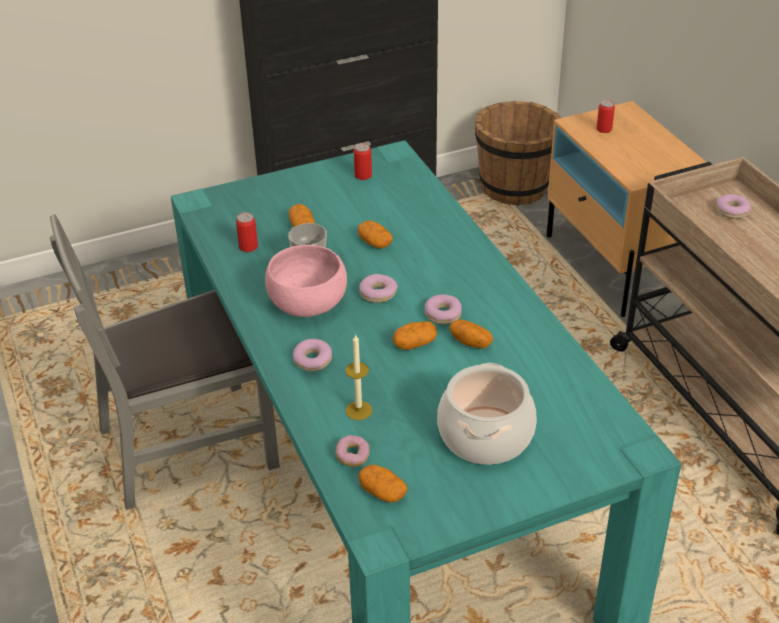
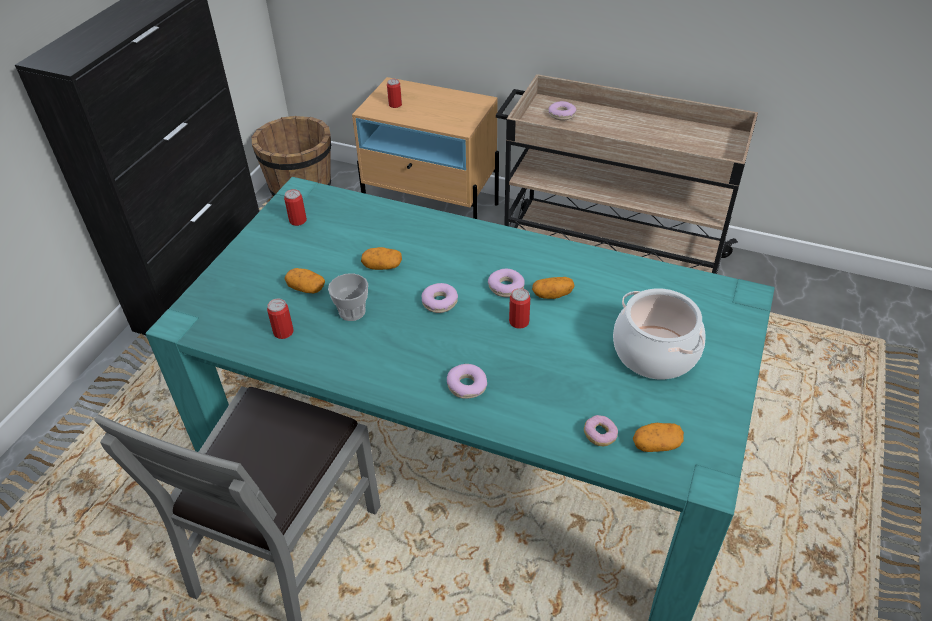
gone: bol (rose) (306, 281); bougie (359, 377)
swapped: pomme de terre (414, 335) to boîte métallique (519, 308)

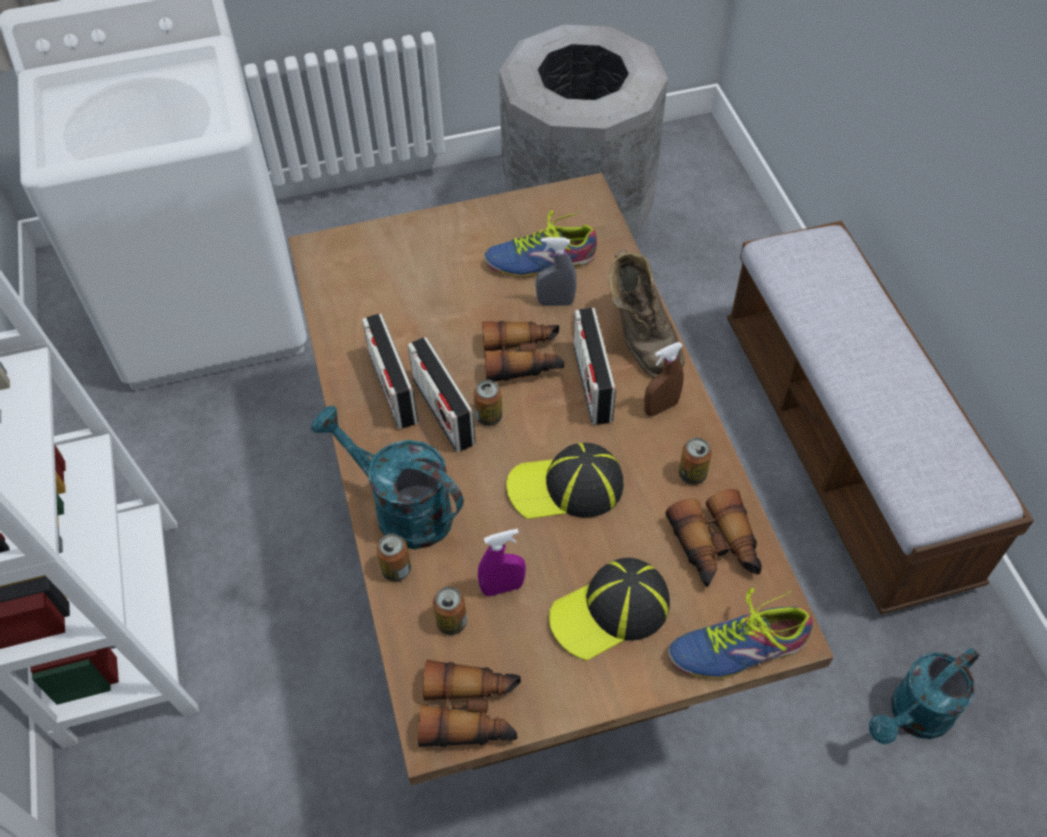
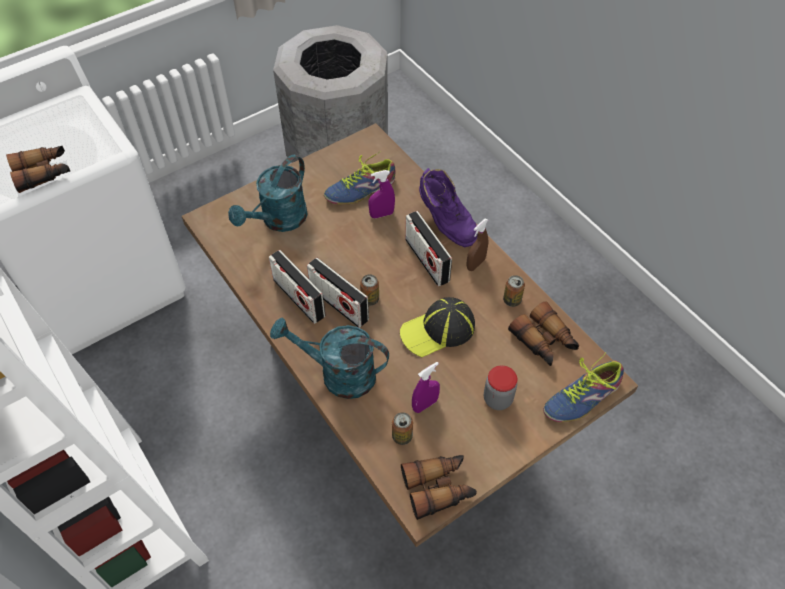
gone: boîte métallique (393, 558); banc (880, 418)
shifted: jumelles (523, 351) to (38, 169); arrosoir (turquoise) (924, 695) to (268, 193)
swapped: casquette (609, 609) to bocal (500, 387)
repainted: vaporisateur (gris) (556, 271) to vaporisateur (violet) (381, 194); botte (marron) (647, 313) to botte (violet) (448, 207)

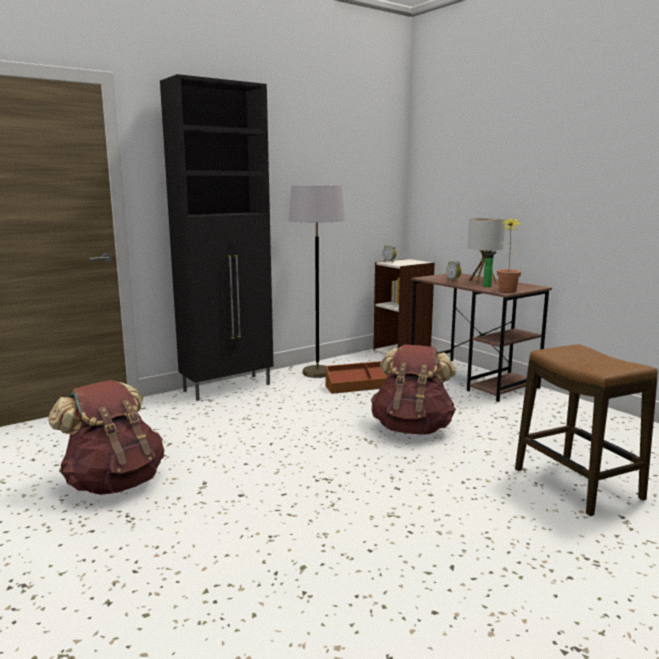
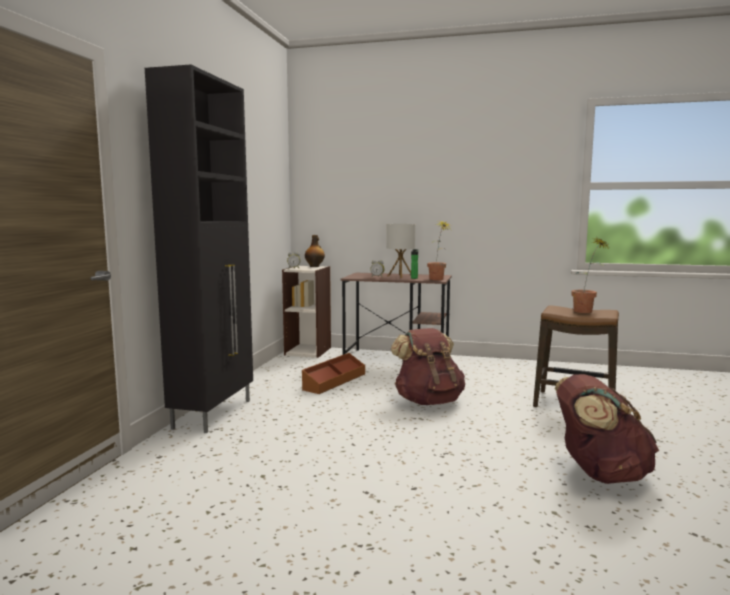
gone: lampadaire (gris) (317, 281)
new: bouteille (315, 251); plante en pot (589, 275)
shifted: sac à dos (marron) (106, 437) to (607, 429)

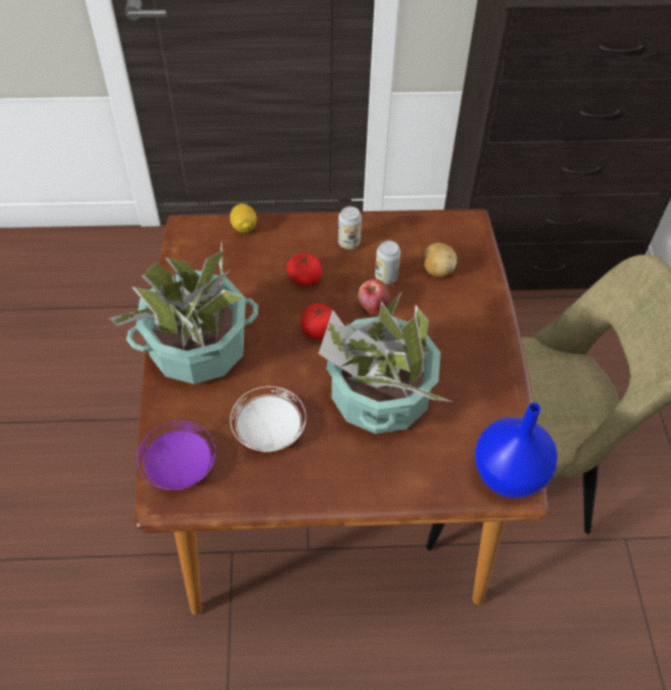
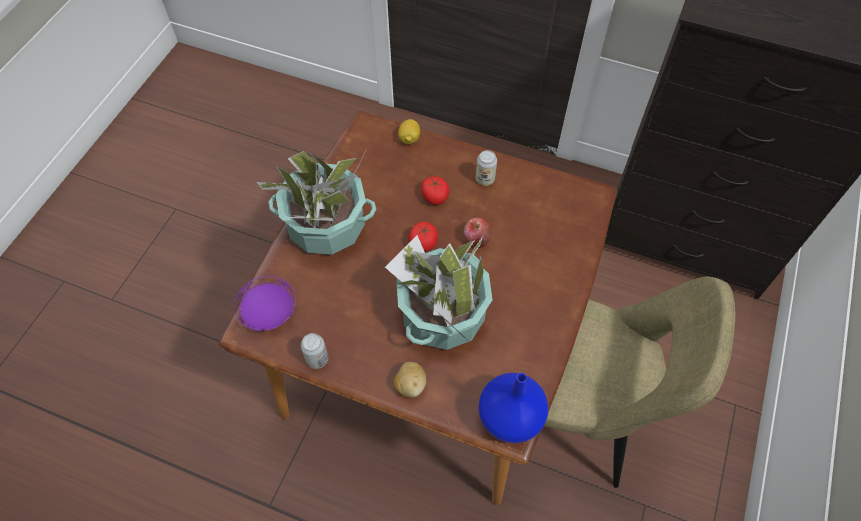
gone: assiette (blanc) (268, 419)
shifted: boîte métallique (388, 262) to (314, 351); pomme de terre (440, 260) to (410, 380)

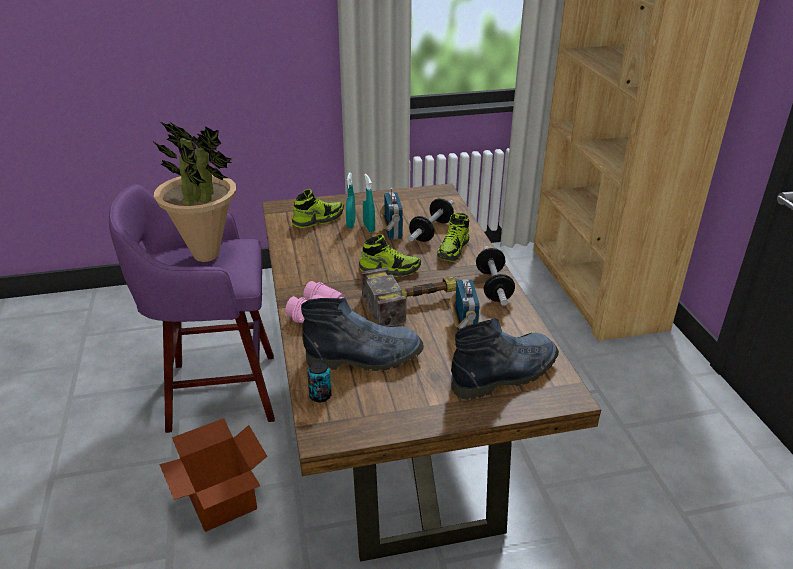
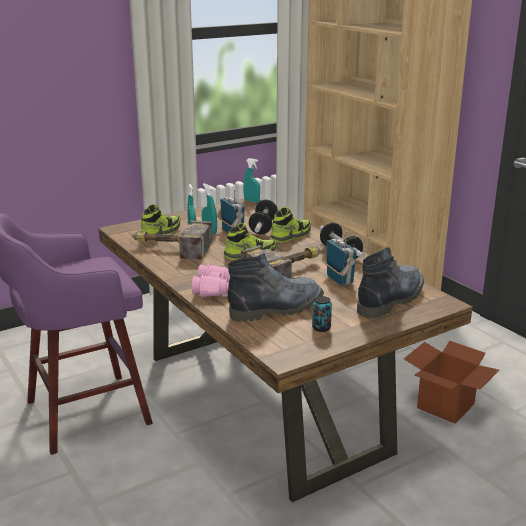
gone: plante en pot (194, 191)
new: marteau (172, 240); vaporisateur (turquoise) (251, 180)
shifted: boîte métallique (319, 381) to (322, 314); carton (213, 475) to (451, 382)
rotated: chaussure (453, 237) = (290, 225) 135 degrees counterclockwise

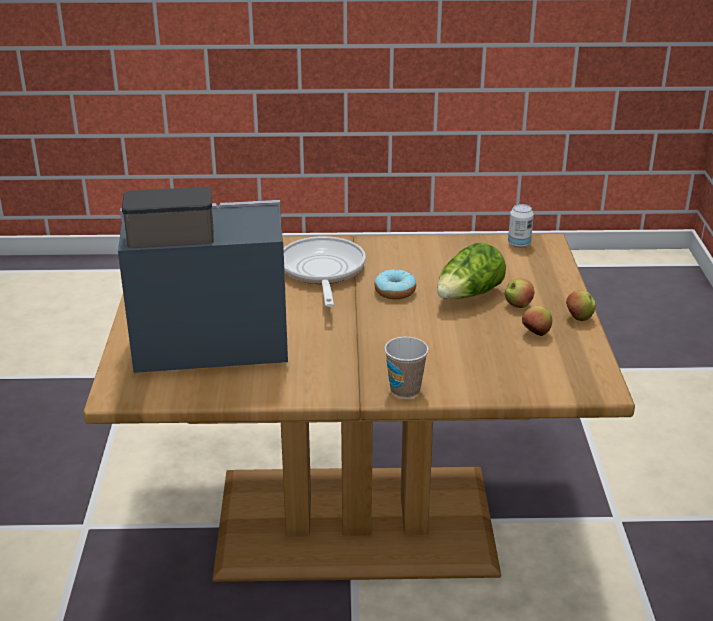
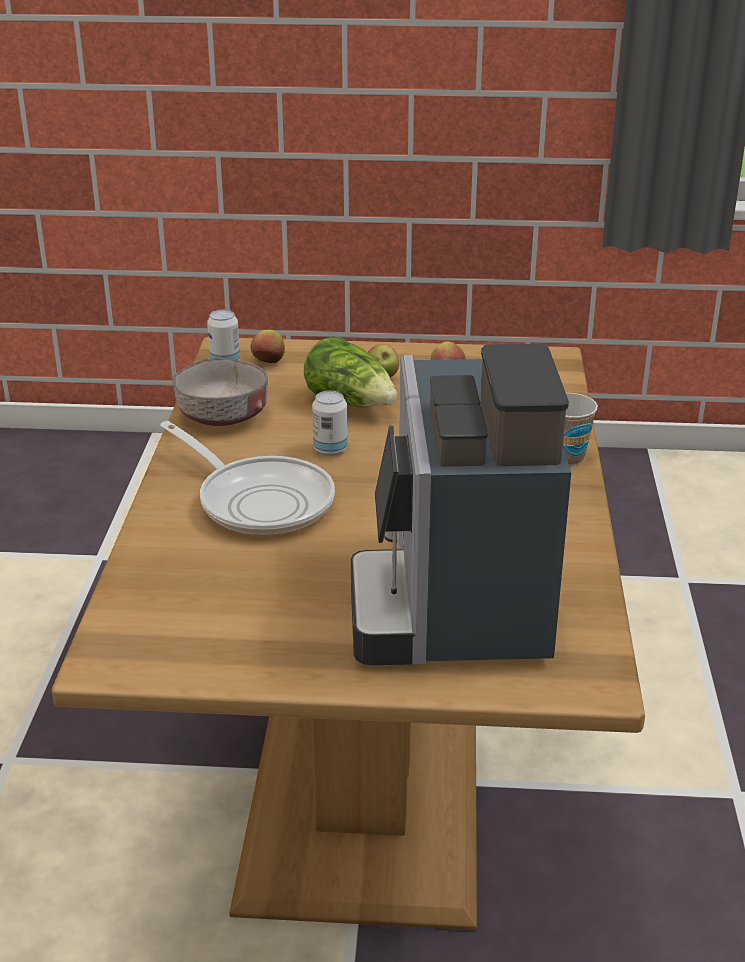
new: bol (gris) (220, 391)
shifted: pomme (581, 306) to (267, 346)
swapped: beignet (395, 284) to boîte métallique (330, 423)
rotated: poêle (325, 271) = (247, 478) 135 degrees counterclockwise

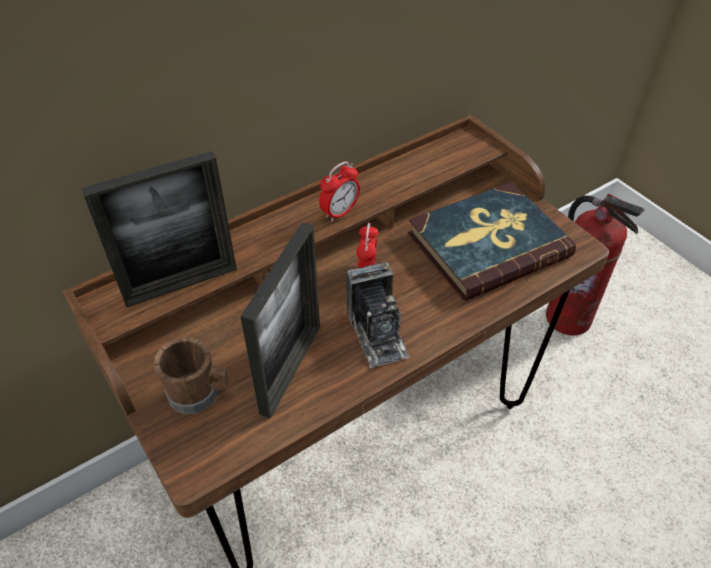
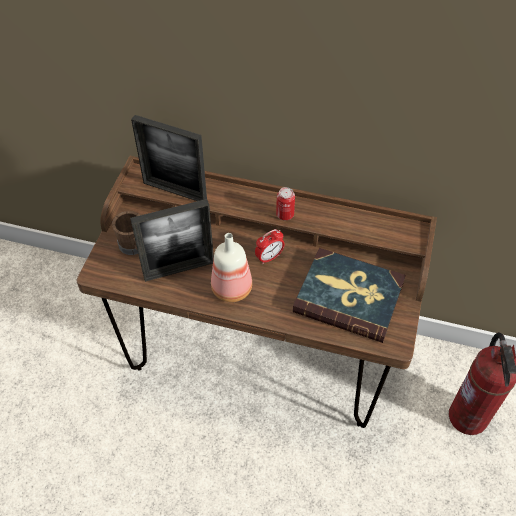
swapped: appareil photo (378, 315) to bouteille (231, 267); réveil (339, 191) to boîte métallique (285, 203)

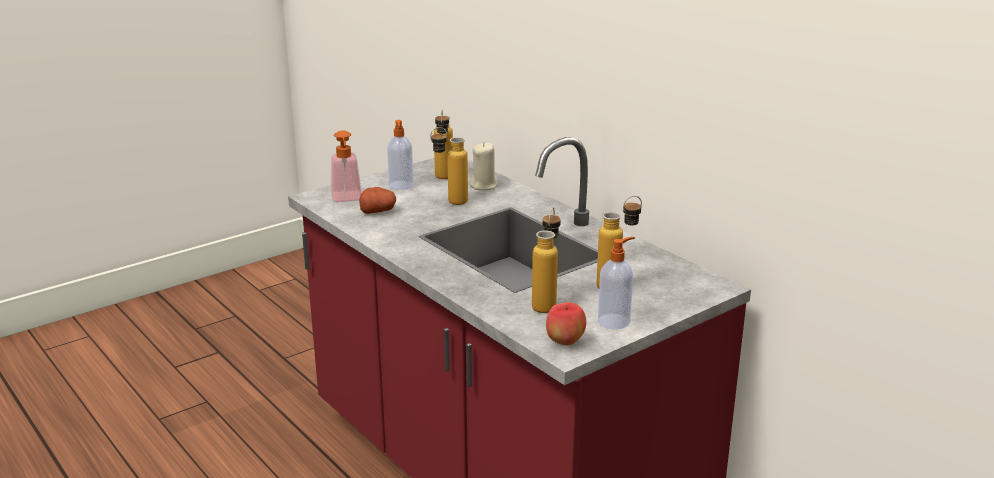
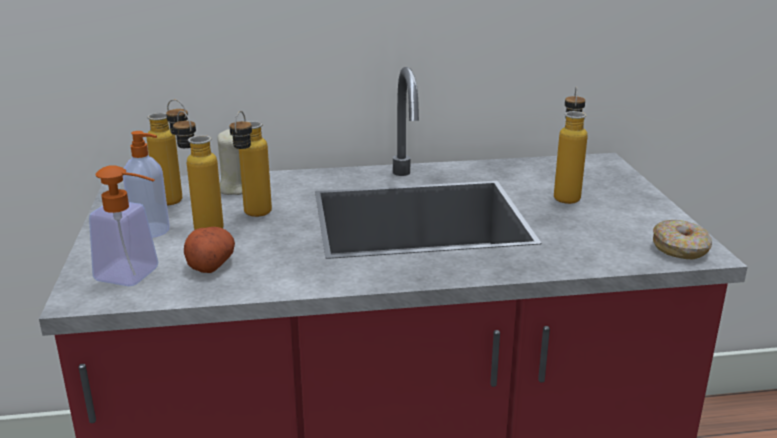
gone: distributeur de savon (616, 283)
shifted: bouteille (546, 260) to (198, 170)
swapped: pomme (566, 324) to beignet (682, 239)

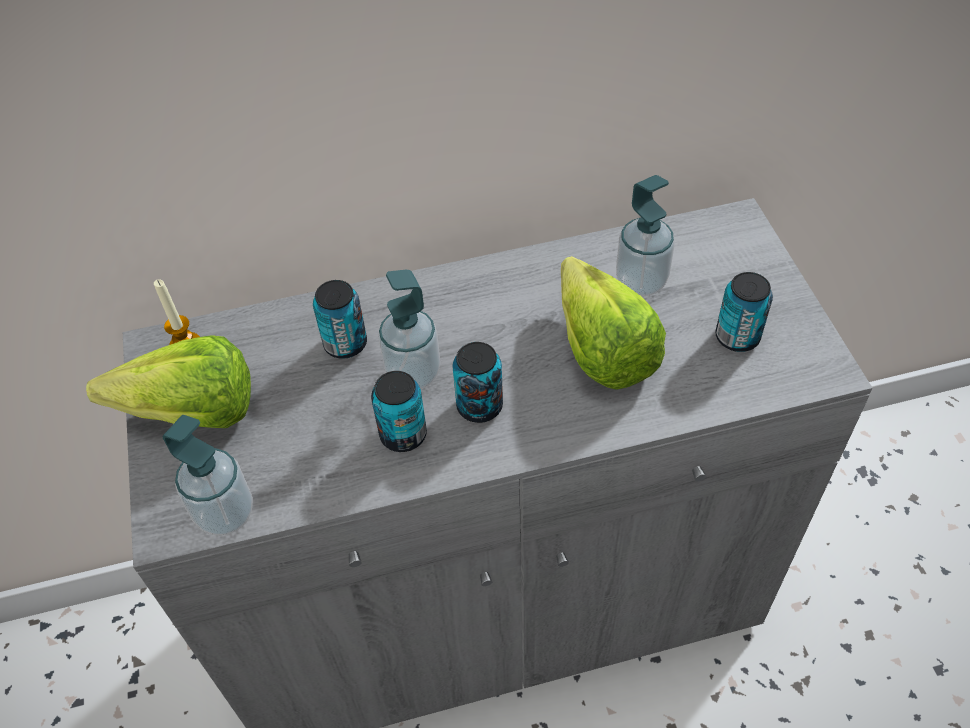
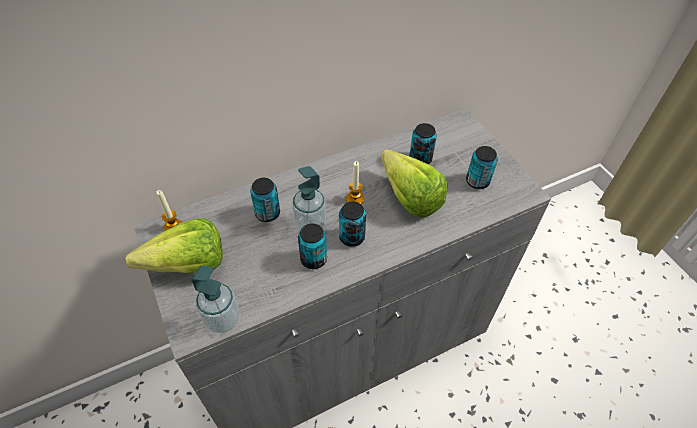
new: bougie (355, 182)
swapped: distributeur de savon (645, 235) to boîte métallique (423, 143)

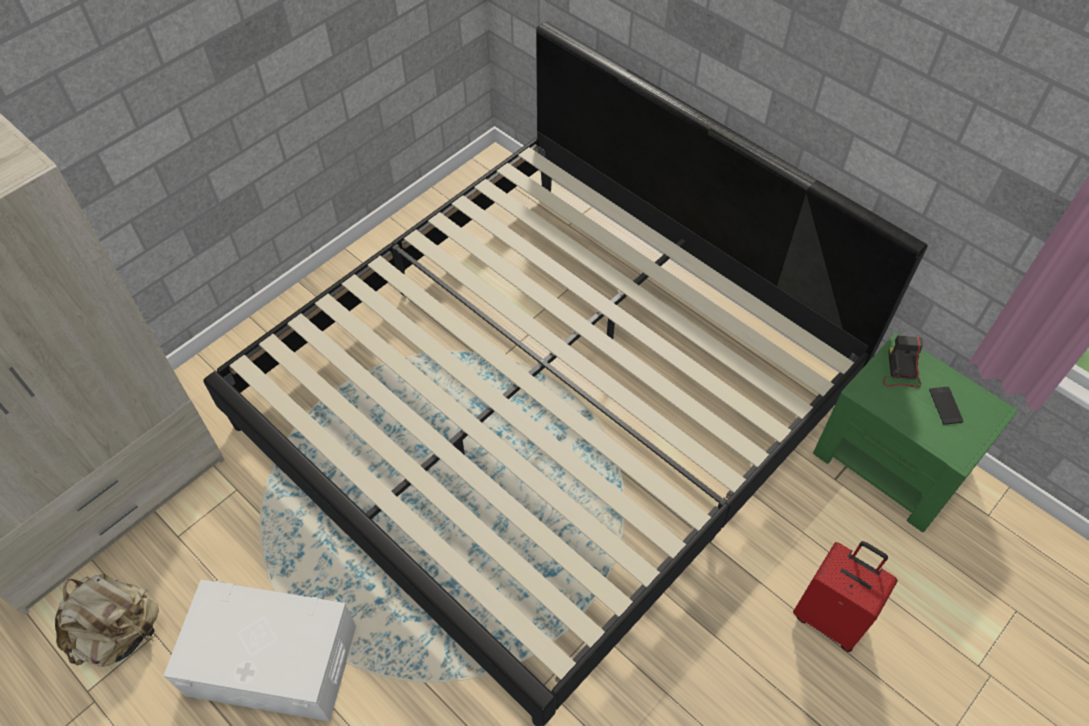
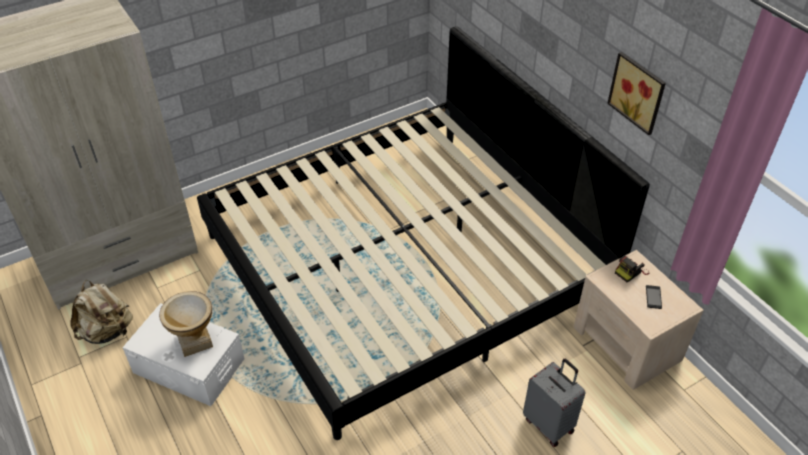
new: vase (186, 324); tableau (636, 93)
repainted: valise (rouge) (845, 596) to valise (gris) (554, 403); table de chevet (vert) (915, 432) to table de chevet (beige) (639, 320)
rotated: appareil photo (903, 361) = (632, 269) 150 degrees counterclockwise

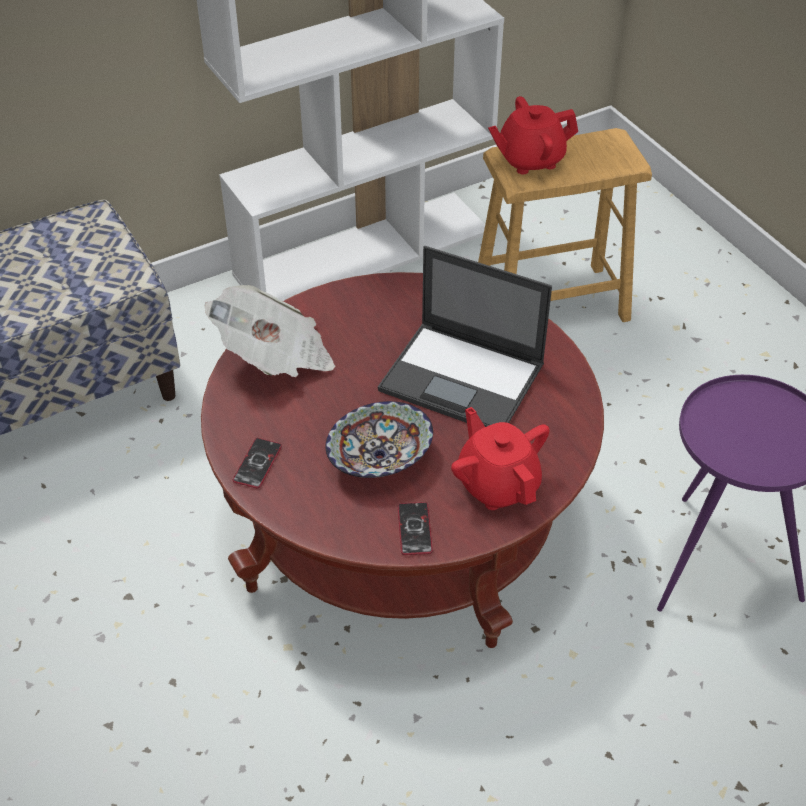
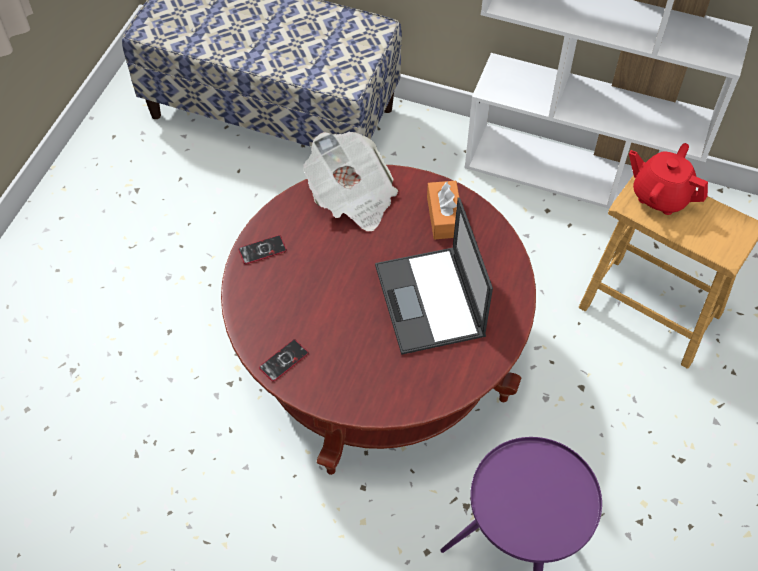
gone: bol (379, 439); théière (rouge) (500, 458)
new: boîte à mouchoirs (orange) (443, 210)

